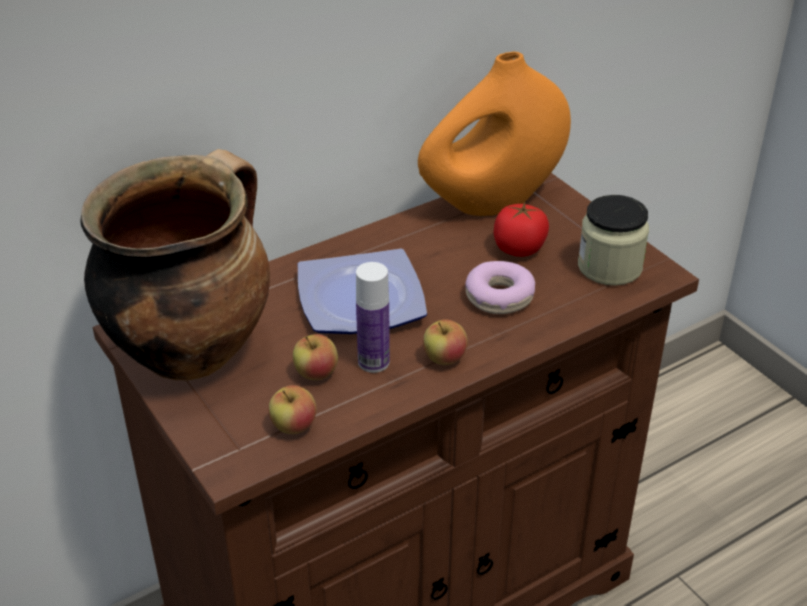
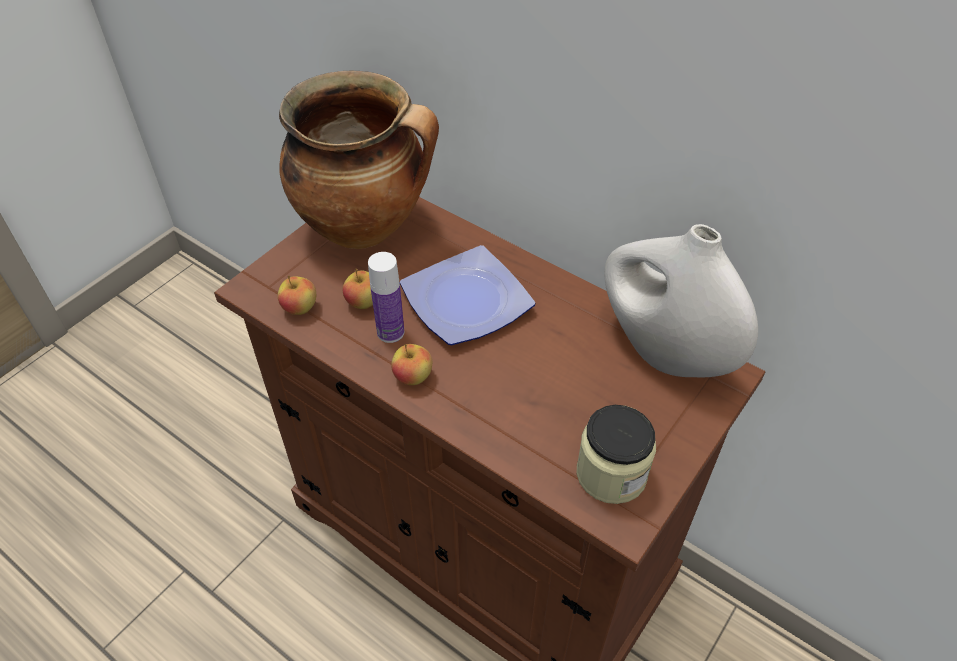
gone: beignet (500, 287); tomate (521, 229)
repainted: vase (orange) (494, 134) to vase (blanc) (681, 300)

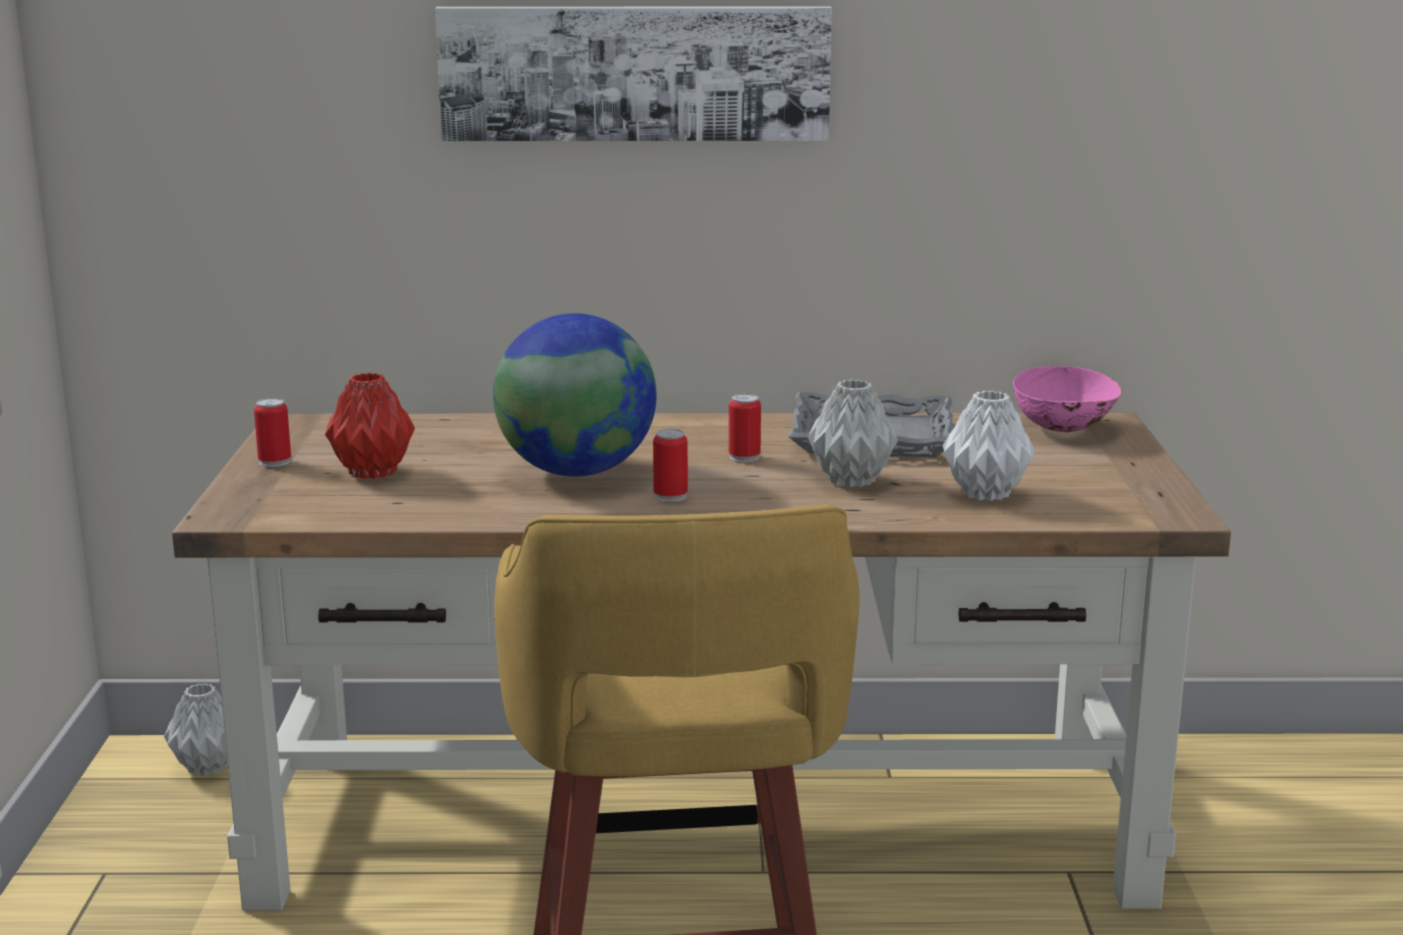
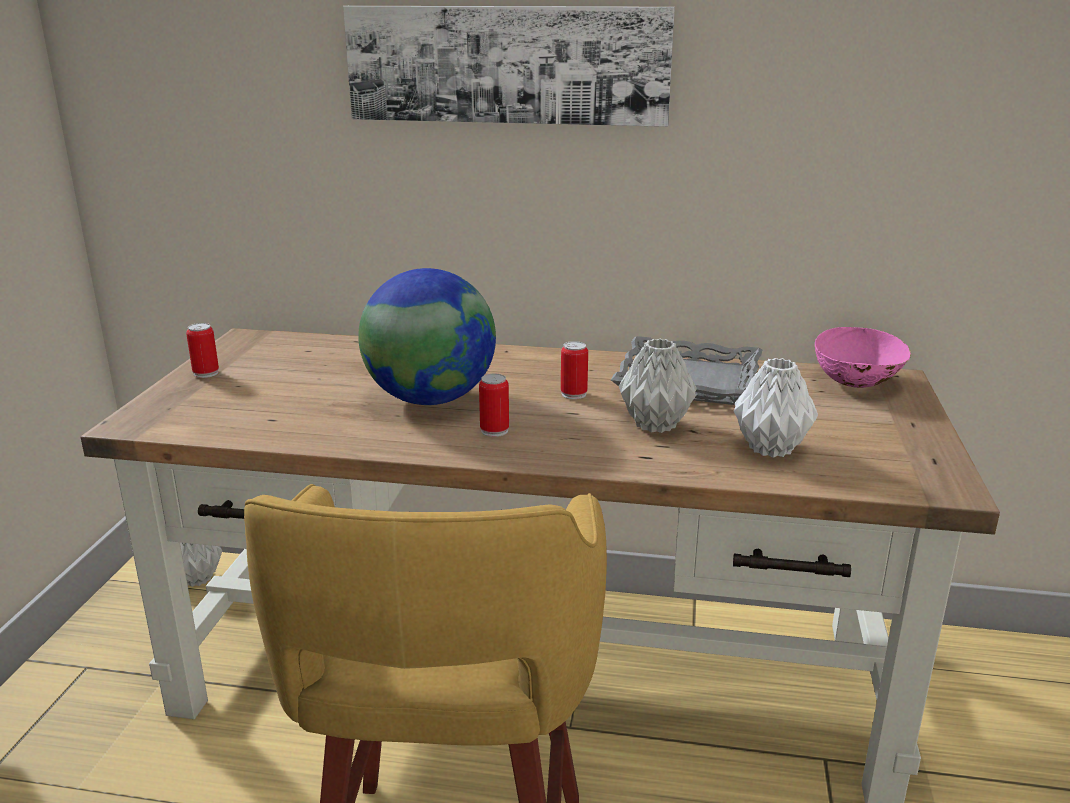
gone: vase (rouge) (370, 426)

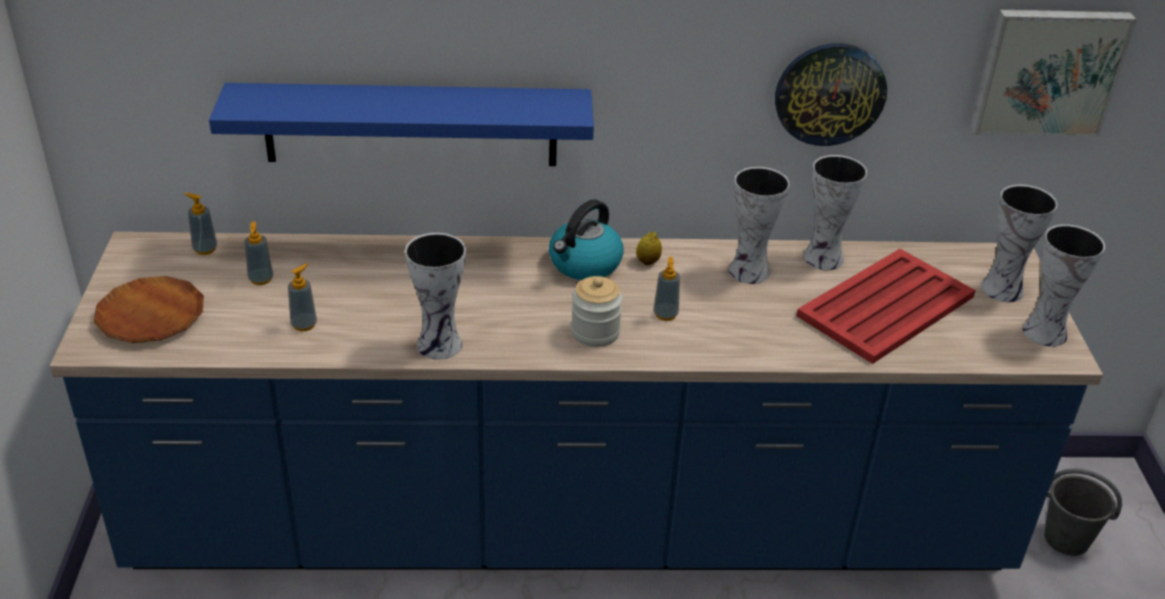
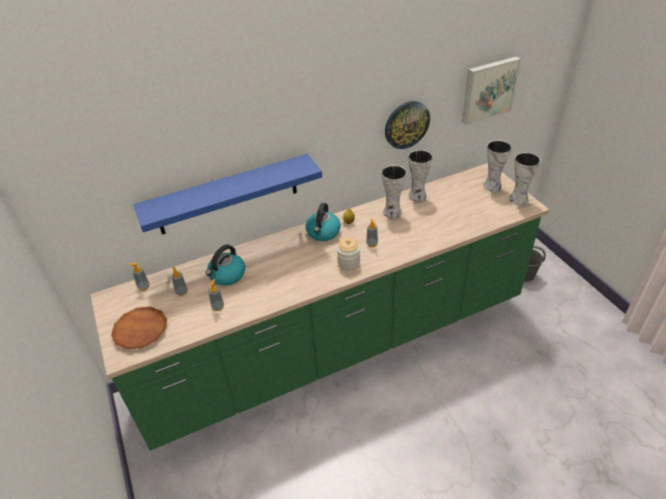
gone: vase (435, 296); plateau (rouge) (886, 306)
new: bouilloire (225, 265)
repainted: comptoir de cuisine (bleu) (576, 401) to comptoir de cuisine (vert) (319, 307)

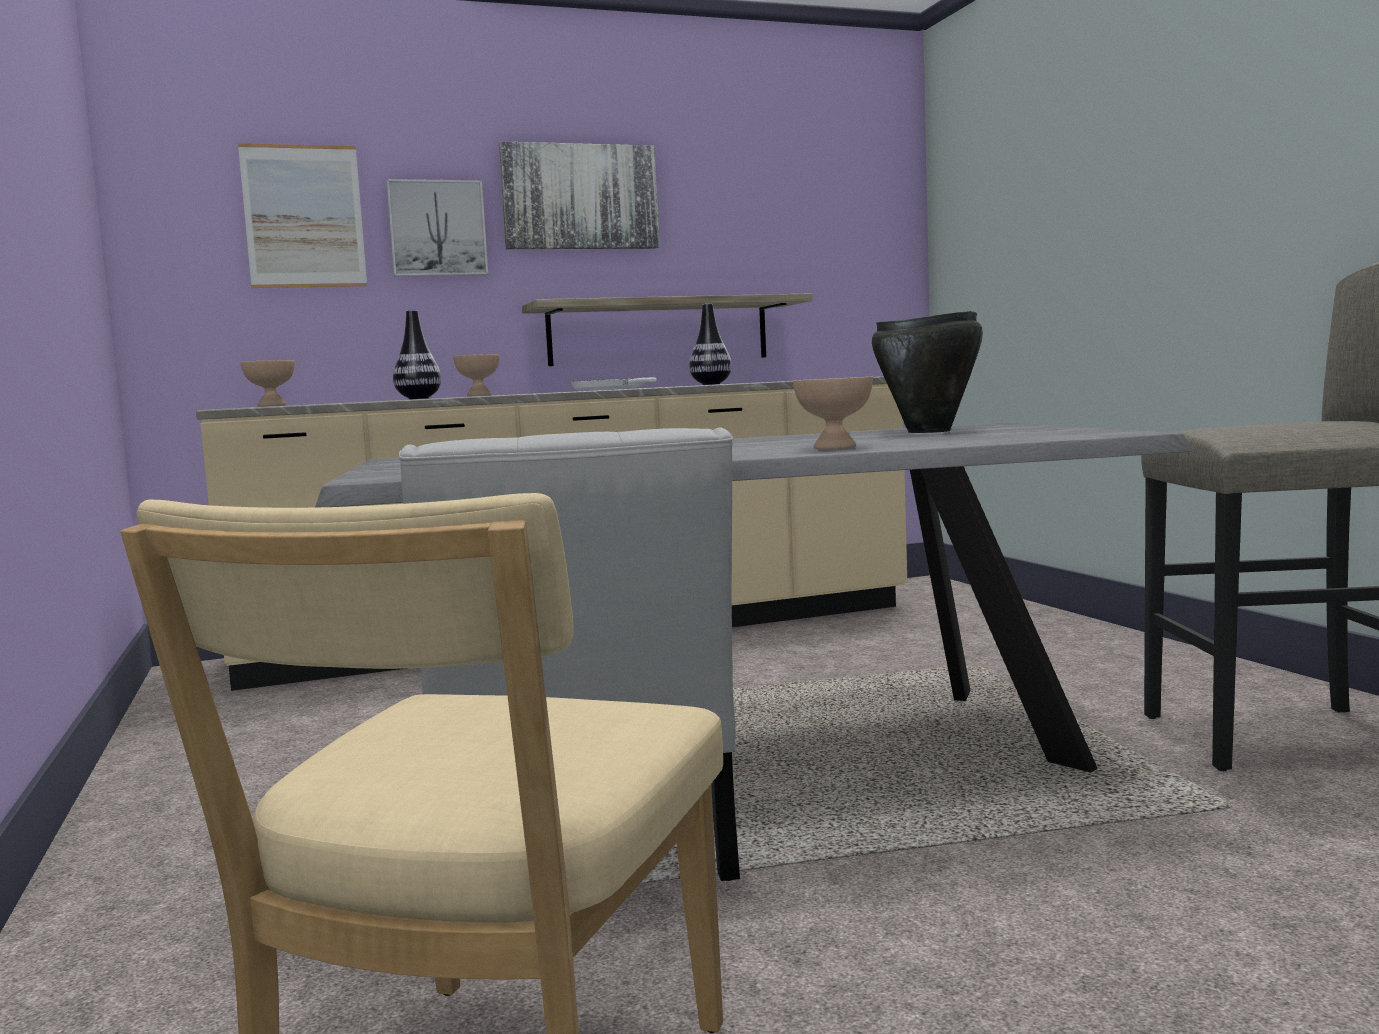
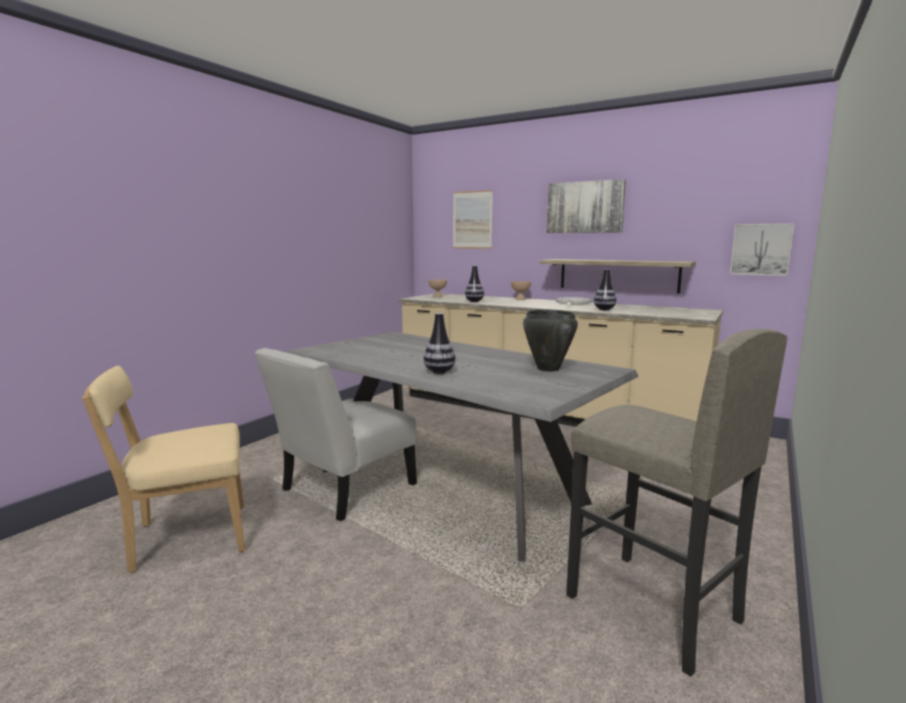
shifted: tableau (437, 228) to (762, 249)
swapped: bol (beige) (833, 413) to vase (439, 343)

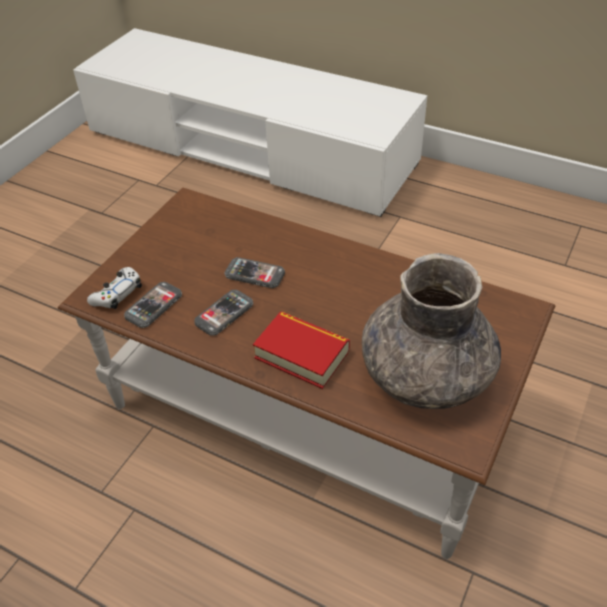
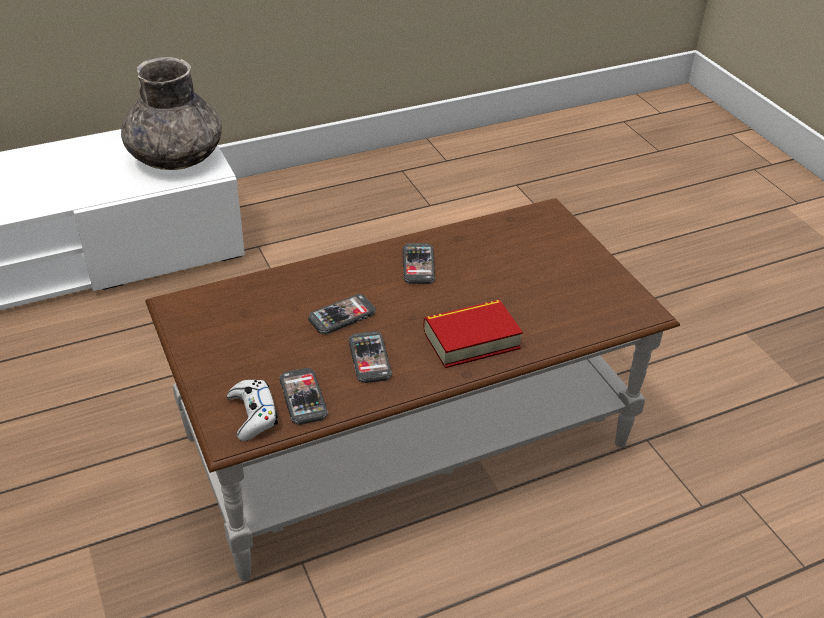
new: téléphone (419, 263)
shifted: vase (gris) (431, 331) to (171, 113)

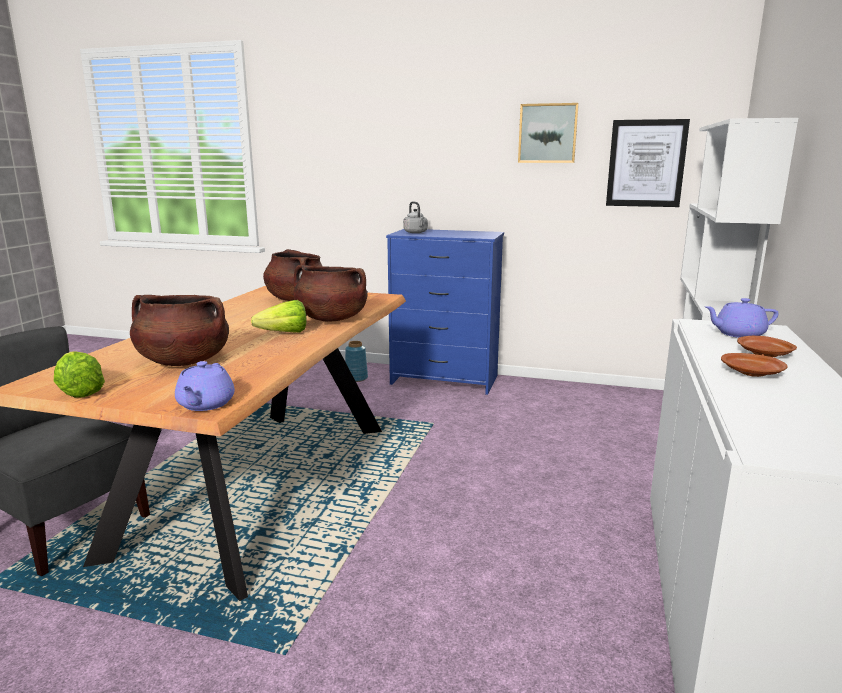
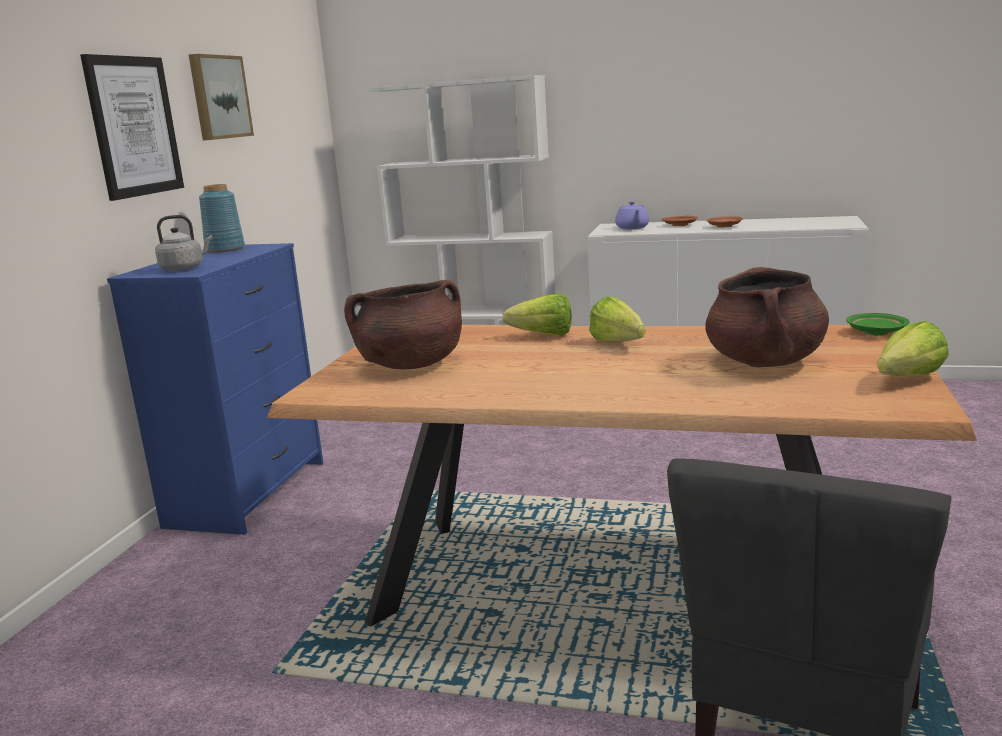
shifted: tableau (648, 163) to (132, 127); vase (bleu) (356, 361) to (222, 218)
swapped: marmite (marron) (330, 293) to laitue (537, 315); théière (violet) (205, 386) to assiette (vert) (878, 324)

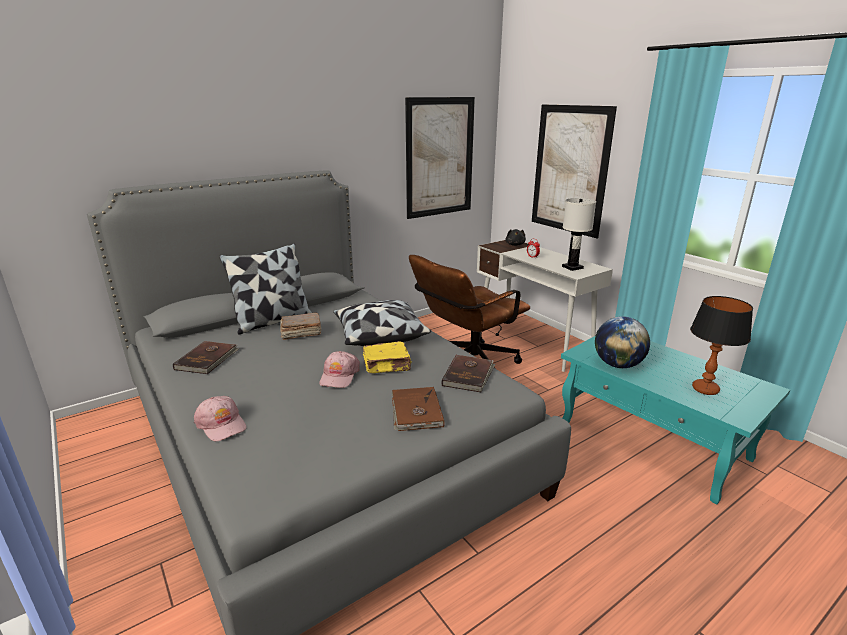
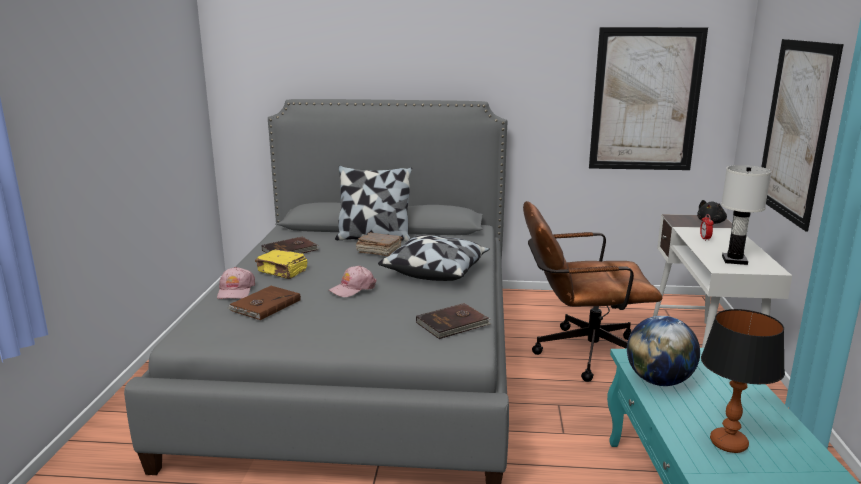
shifted: livre (marron) (418, 409) to (264, 303); livre (jaune) (387, 357) to (281, 264)

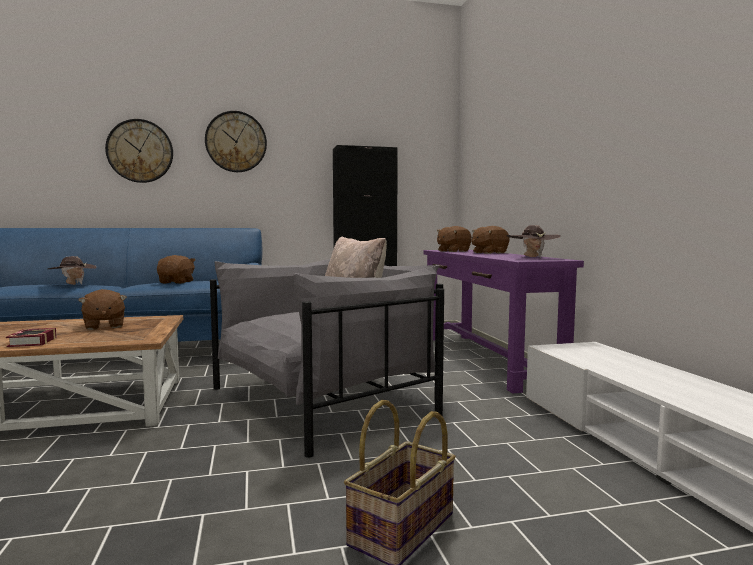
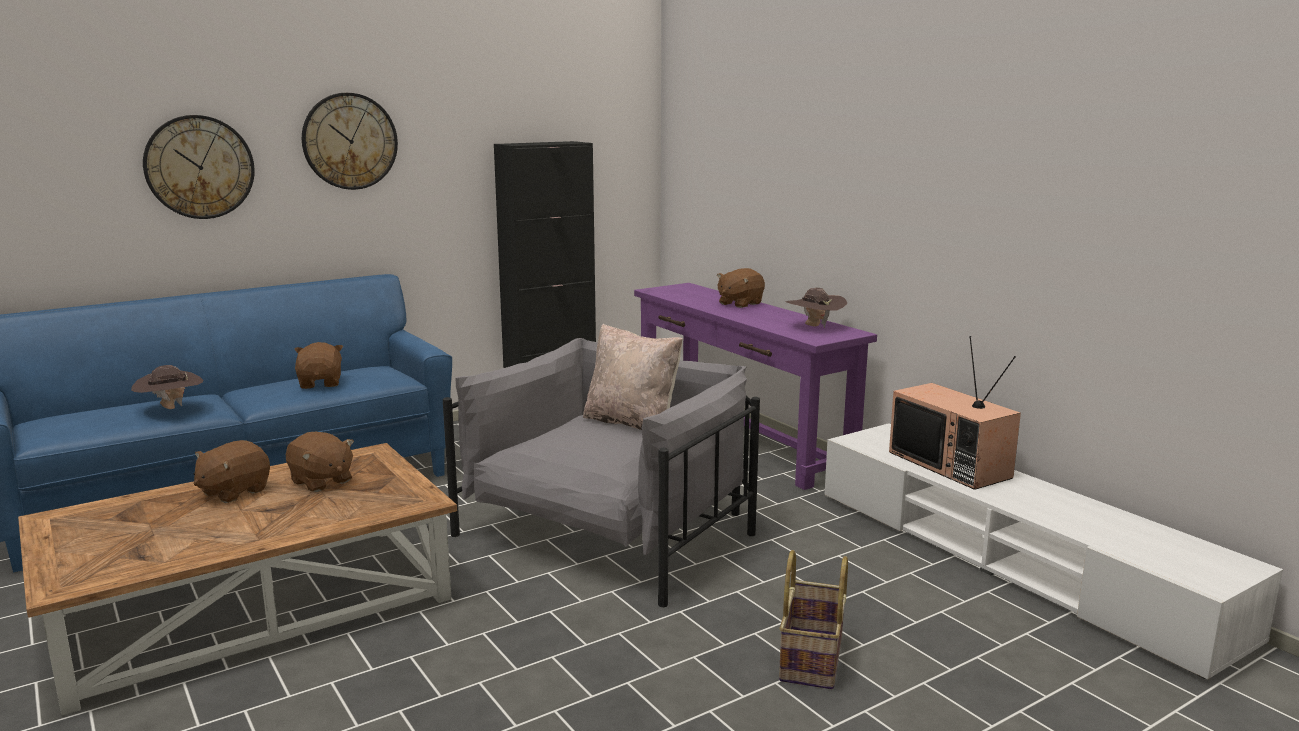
gone: livre (31, 337)
new: téléviseur (955, 413)
shifted: peluche (marron) (454, 239) to (231, 471)

